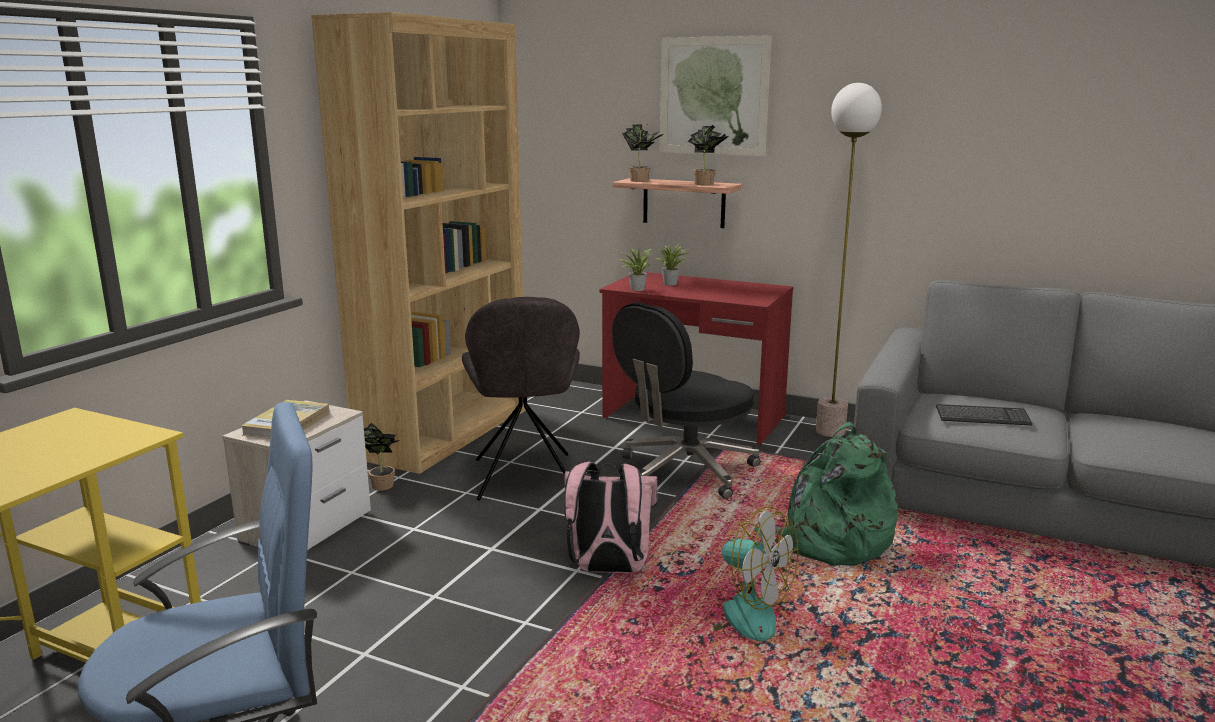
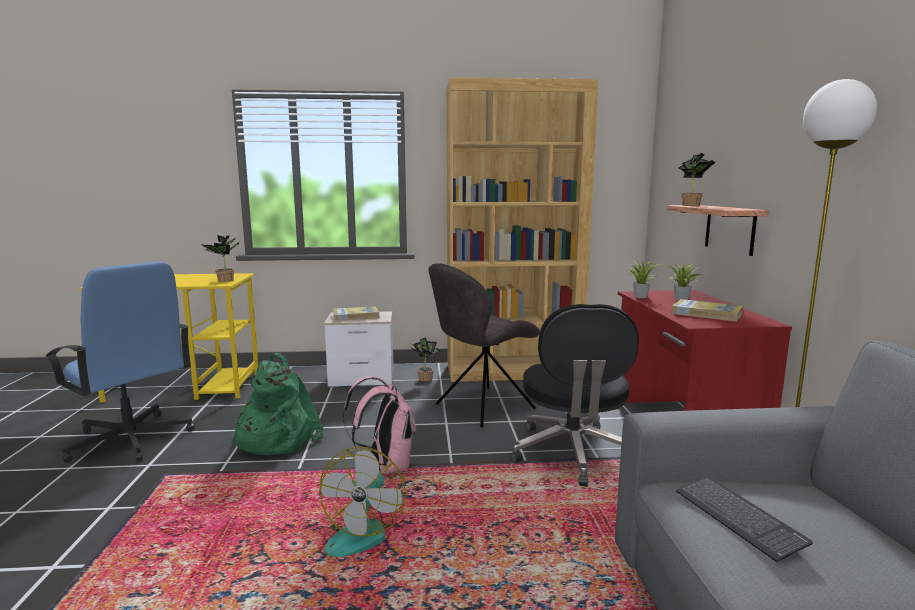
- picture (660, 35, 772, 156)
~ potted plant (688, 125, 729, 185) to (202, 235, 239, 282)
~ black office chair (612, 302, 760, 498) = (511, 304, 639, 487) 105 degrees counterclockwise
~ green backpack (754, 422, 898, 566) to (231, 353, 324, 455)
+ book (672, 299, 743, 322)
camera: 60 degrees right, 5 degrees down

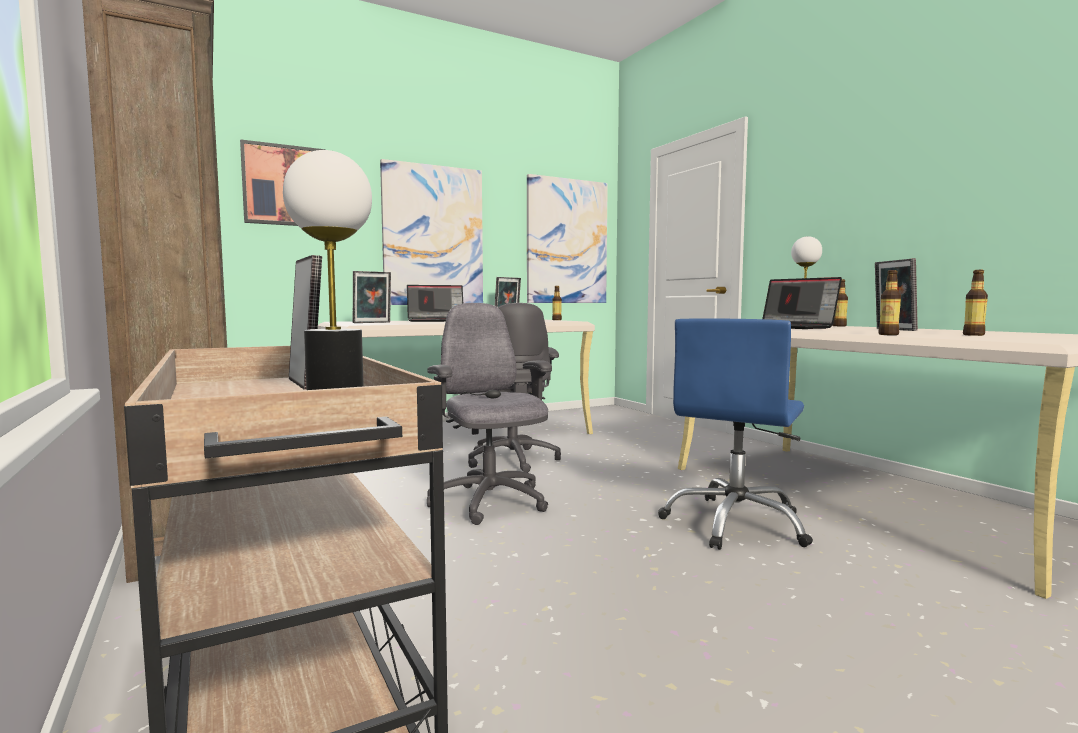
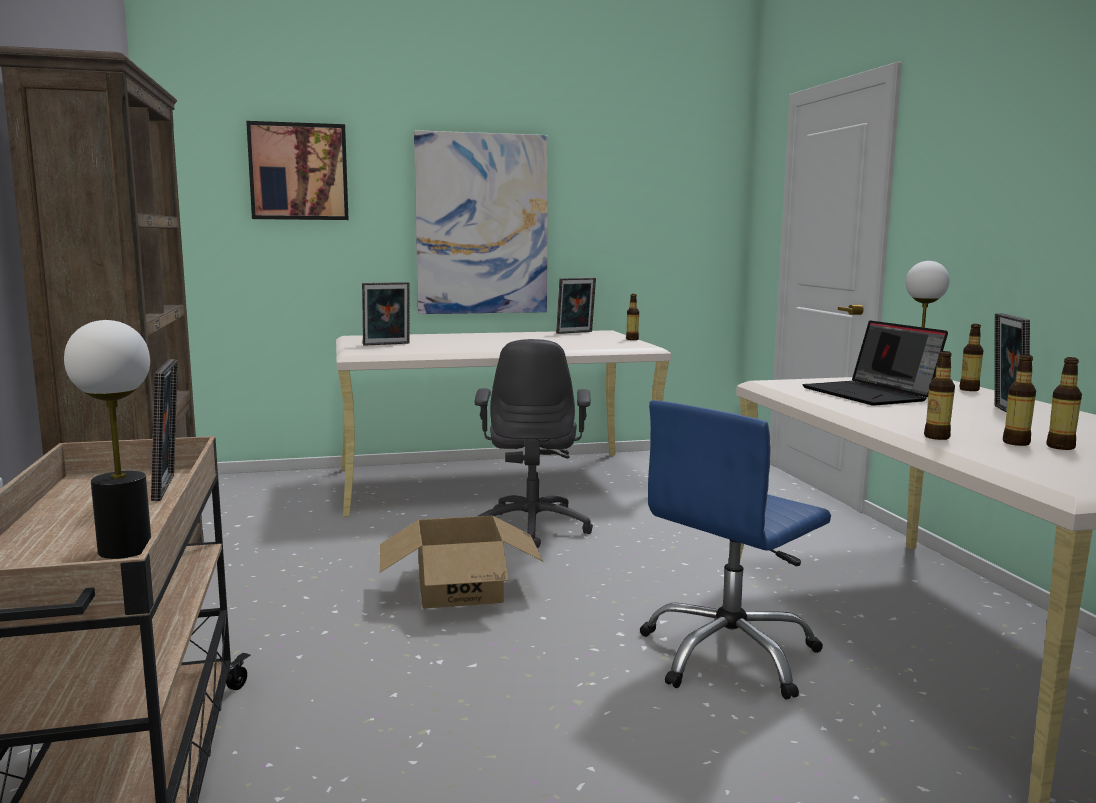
- picture (527, 174, 608, 303)
- laptop (407, 285, 463, 322)
~ grey office chair (427, 303, 552, 525) to cardboard box (380, 516, 543, 609)
+ bottle (1003, 355, 1036, 446)
camera: 15 degrees right, 5 degrees up

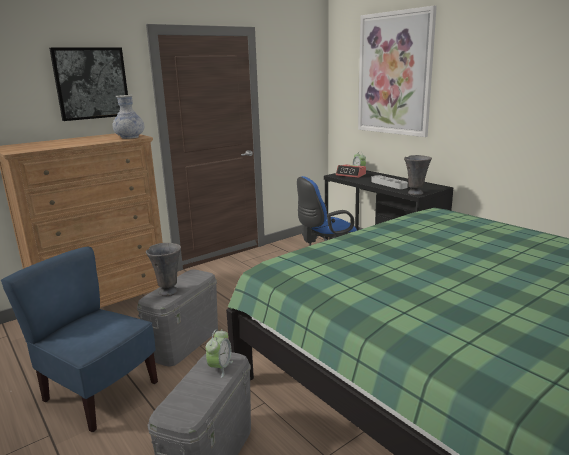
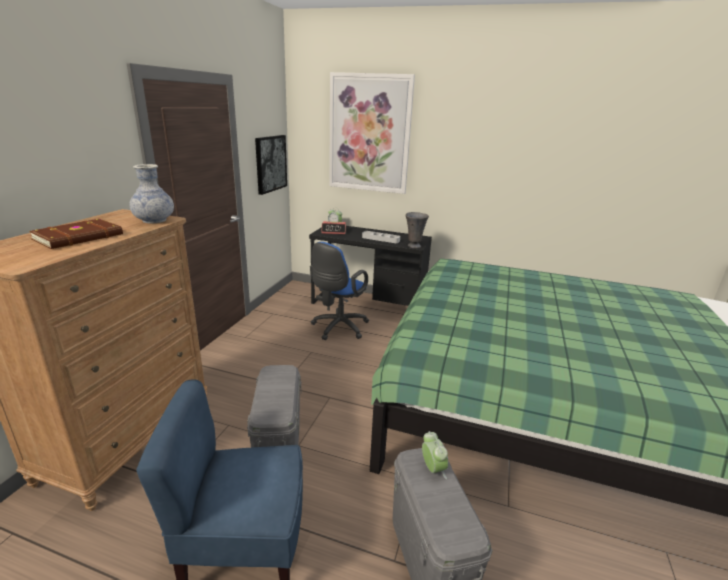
~ picture (49, 48, 128, 121) to (255, 135, 287, 195)
- grey vase (146, 243, 181, 296)
+ brown book (29, 219, 123, 249)
camera: 35 degrees left, 5 degrees up

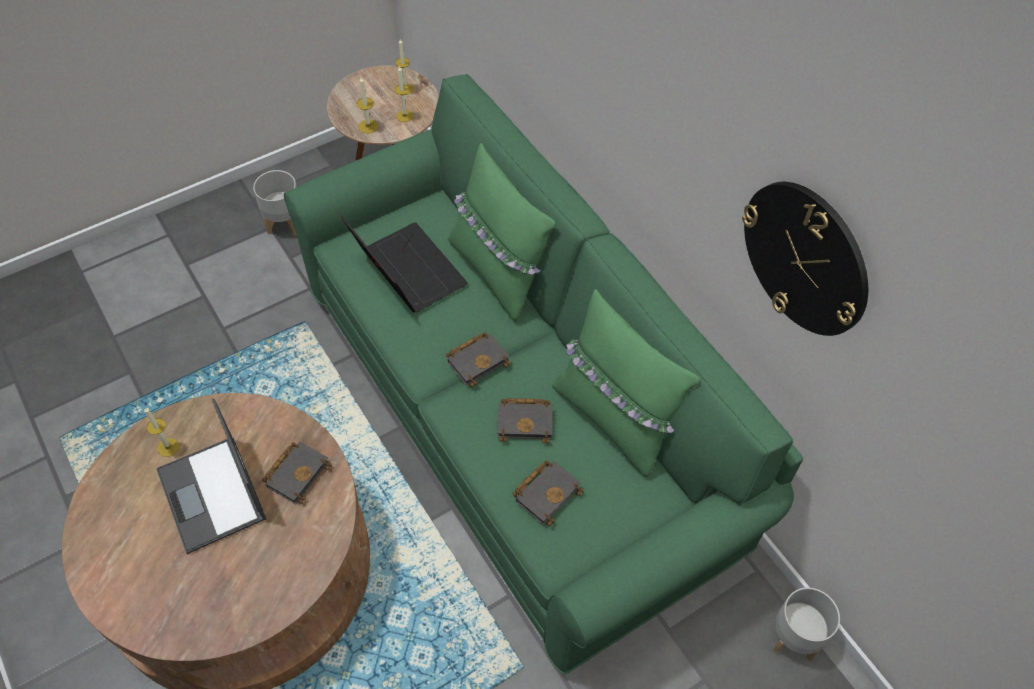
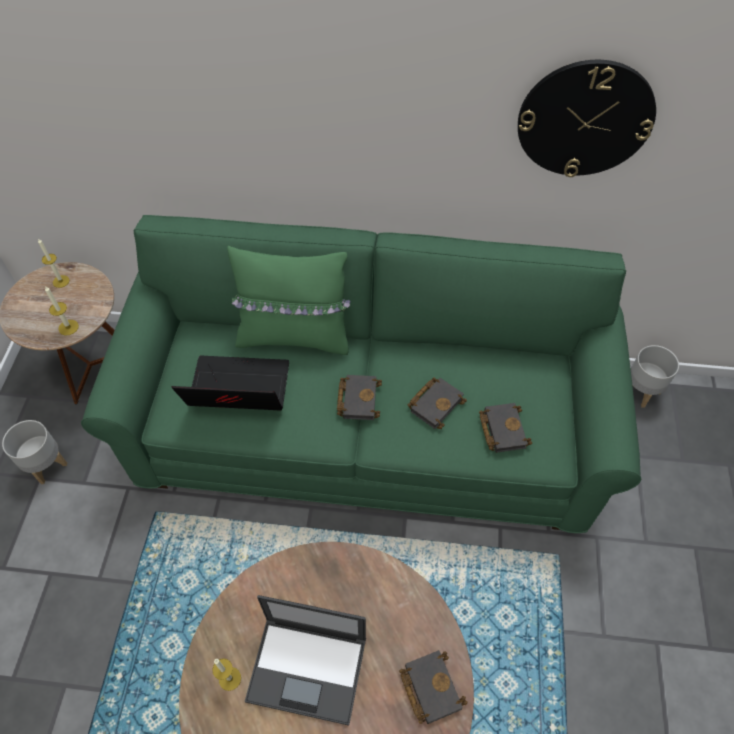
- candle (395, 66, 413, 122)
- green pillow (552, 289, 700, 478)
~ black book (262, 442, 332, 504) to (399, 650, 468, 724)
camera: 50 degrees left, 0 degrees up

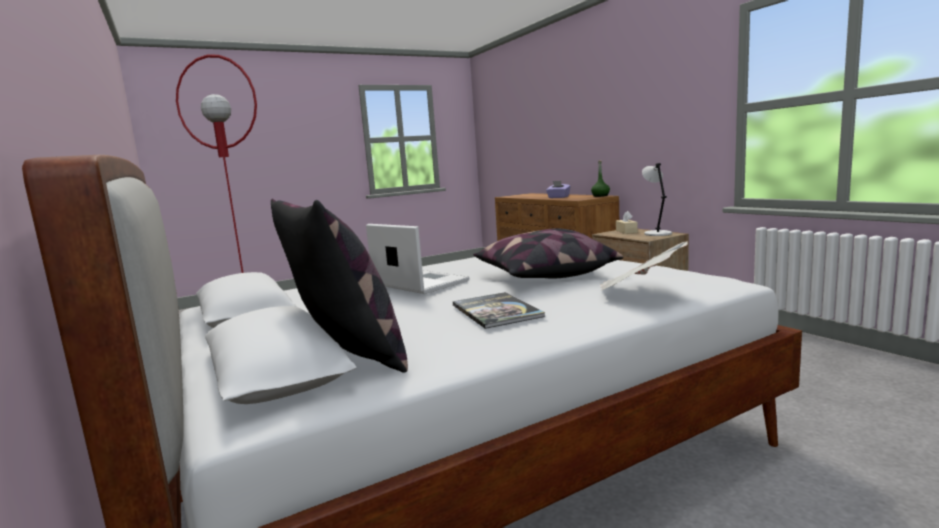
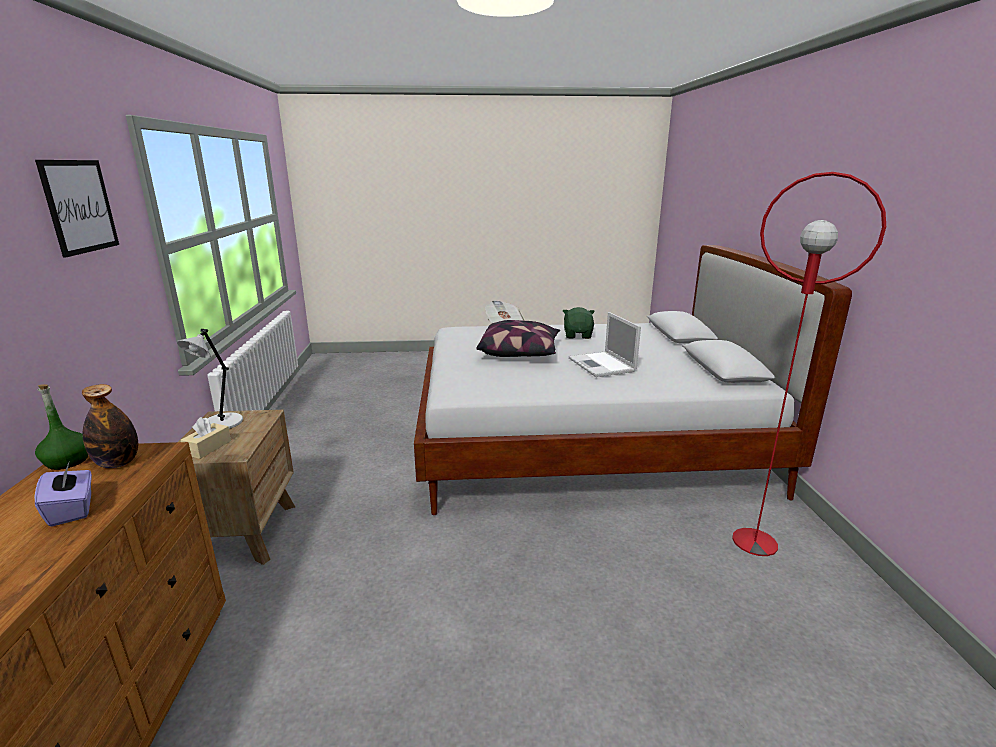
- pillow (271, 199, 408, 373)
~ book (453, 292, 545, 329) to green plush toy (563, 307, 595, 339)
+ picture (35, 160, 119, 258)
+ bottle (82, 384, 138, 468)
camera: 155 degrees left, 10 degrees up

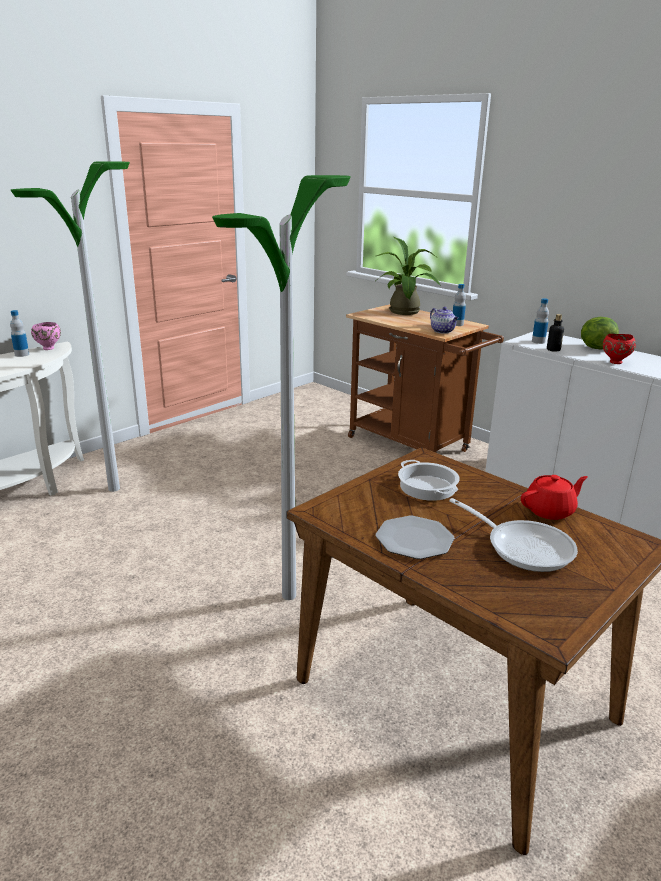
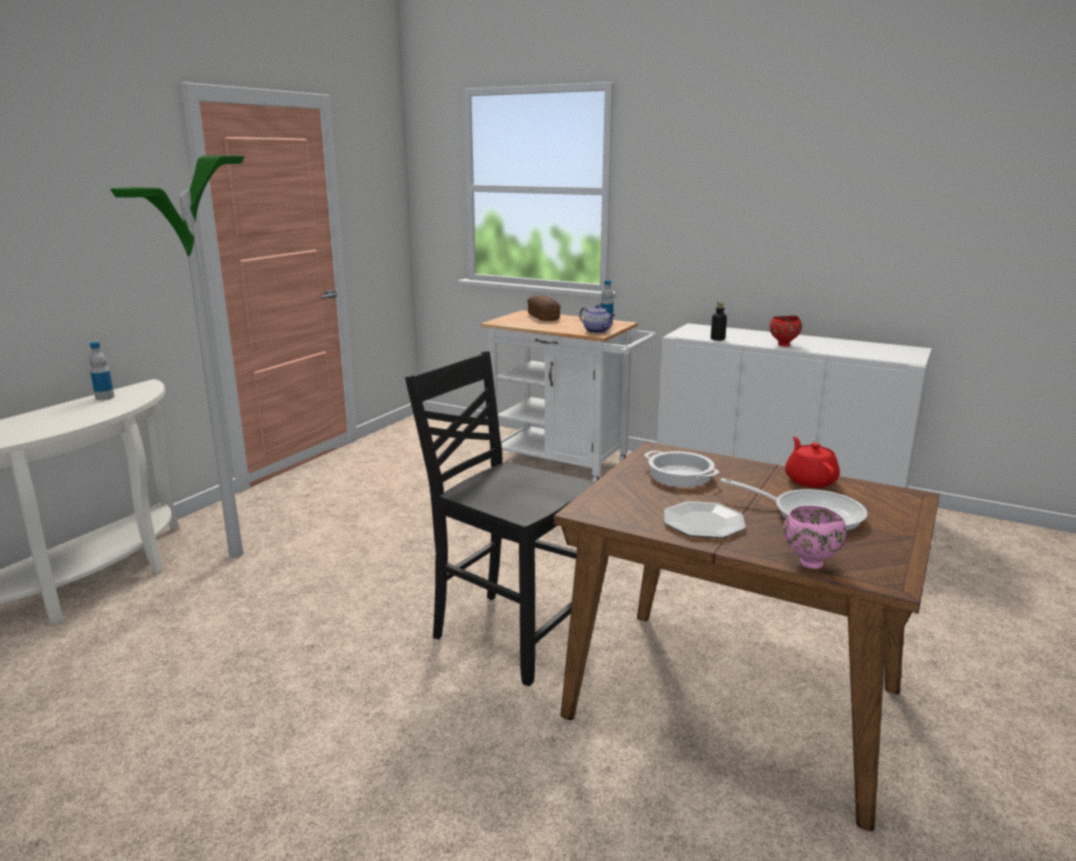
~ floor lamp (212, 175, 351, 600) to black chair (405, 351, 594, 686)
~ potted plant (377, 237, 441, 315) to bread (527, 296, 561, 321)
- bottle (532, 298, 549, 344)
~ brown cart (346, 304, 504, 453) to white cart (481, 310, 657, 483)
- lettuce (581, 317, 619, 349)
~ pink bowl (31, 322, 61, 350) to (783, 506, 847, 569)
~ red teapot (521, 475, 588, 520) = (785, 437, 840, 488) 60 degrees counterclockwise
camera: 15 degrees left, 5 degrees down

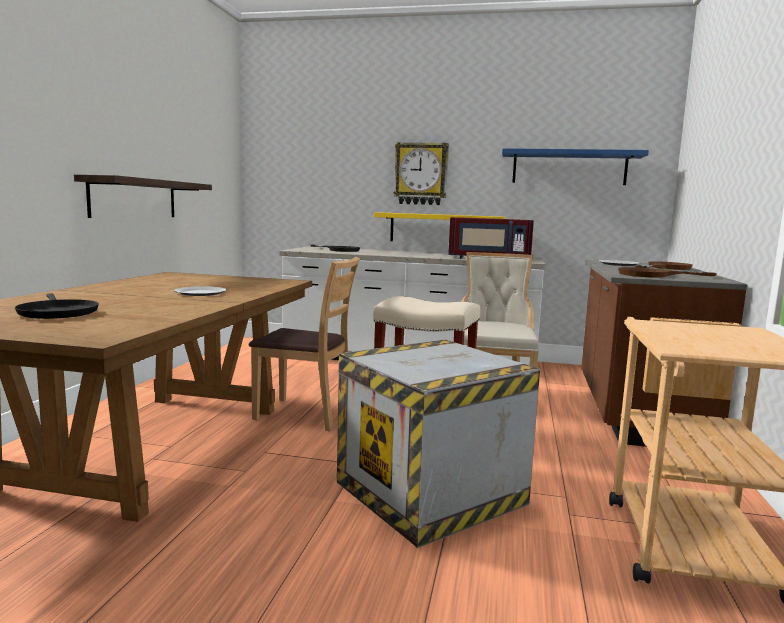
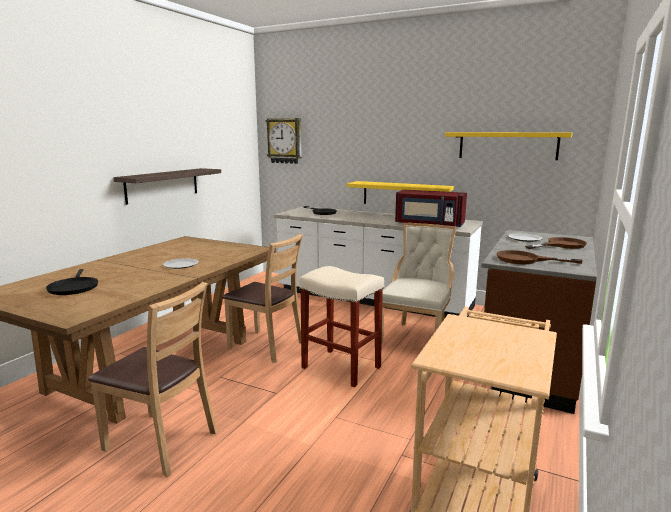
~ wall clock (394, 142, 449, 205) to (266, 118, 302, 164)
~ blue shelf (502, 148, 649, 185) to yellow shelf (445, 132, 572, 160)
- crate (337, 339, 540, 548)
+ brown chair (88, 282, 217, 477)
camera: 15 degrees right, 5 degrees up

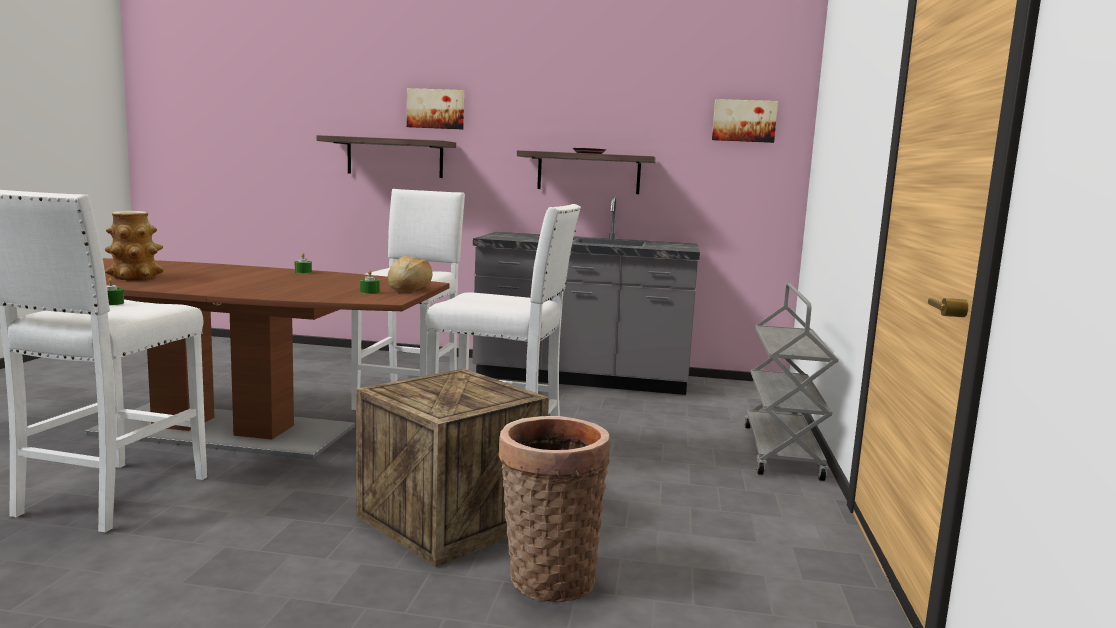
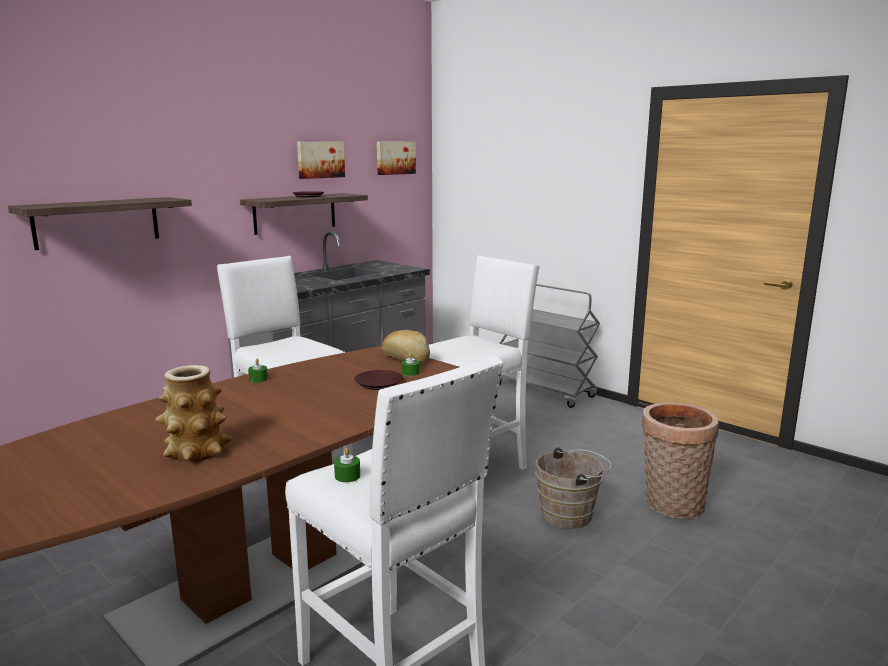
~ picture (407, 88, 464, 130) to (297, 142, 345, 179)
~ crate (356, 369, 549, 567) to brown bucket (535, 448, 612, 529)
+ brown plate (354, 370, 403, 390)
camera: 55 degrees left, 5 degrees up

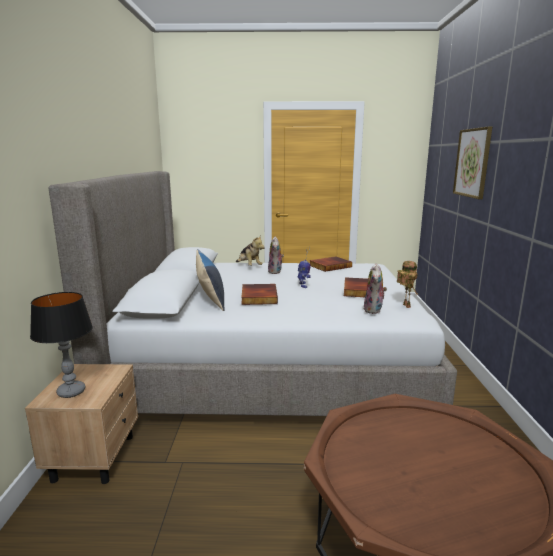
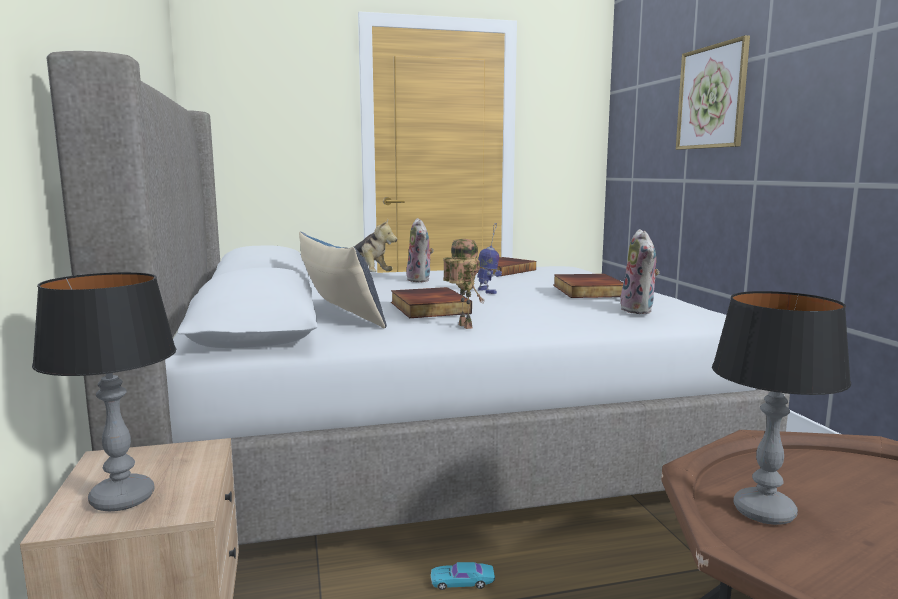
~ toy robot (397, 261, 417, 308) to (443, 239, 484, 329)
+ table lamp (712, 291, 851, 525)
+ turquoise toy car (431, 562, 495, 590)
camera: 15 degrees left, 5 degrees down

